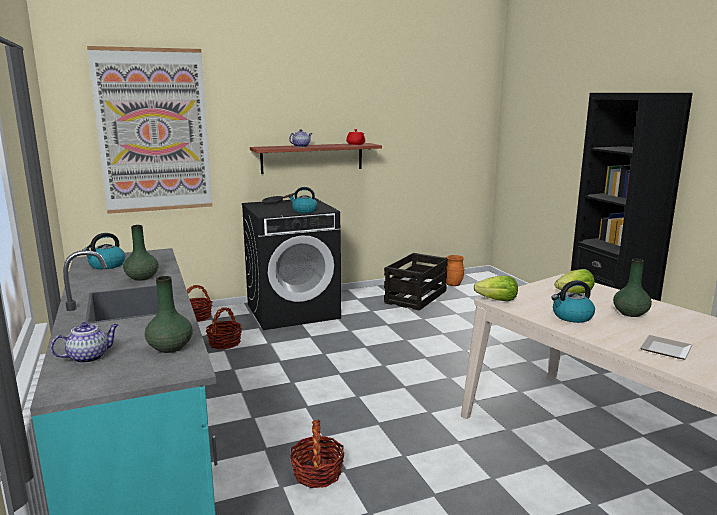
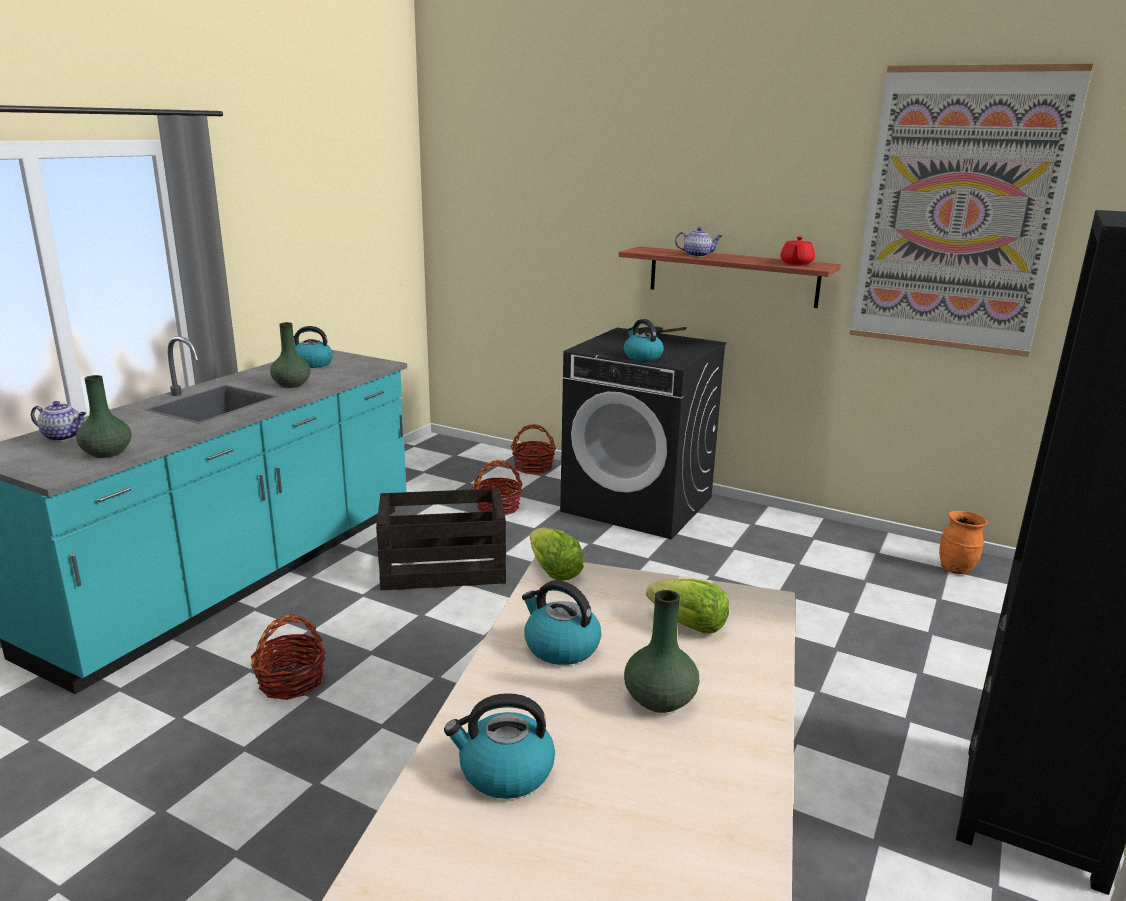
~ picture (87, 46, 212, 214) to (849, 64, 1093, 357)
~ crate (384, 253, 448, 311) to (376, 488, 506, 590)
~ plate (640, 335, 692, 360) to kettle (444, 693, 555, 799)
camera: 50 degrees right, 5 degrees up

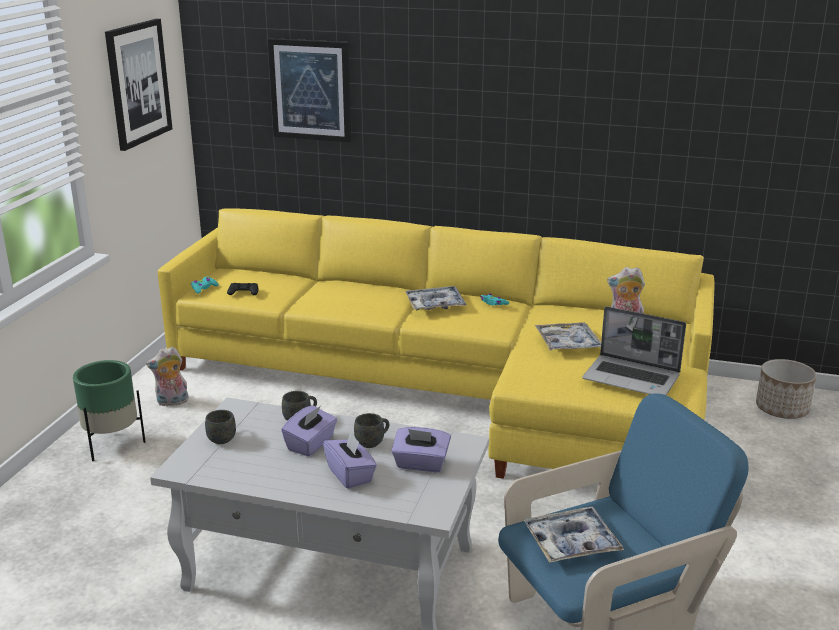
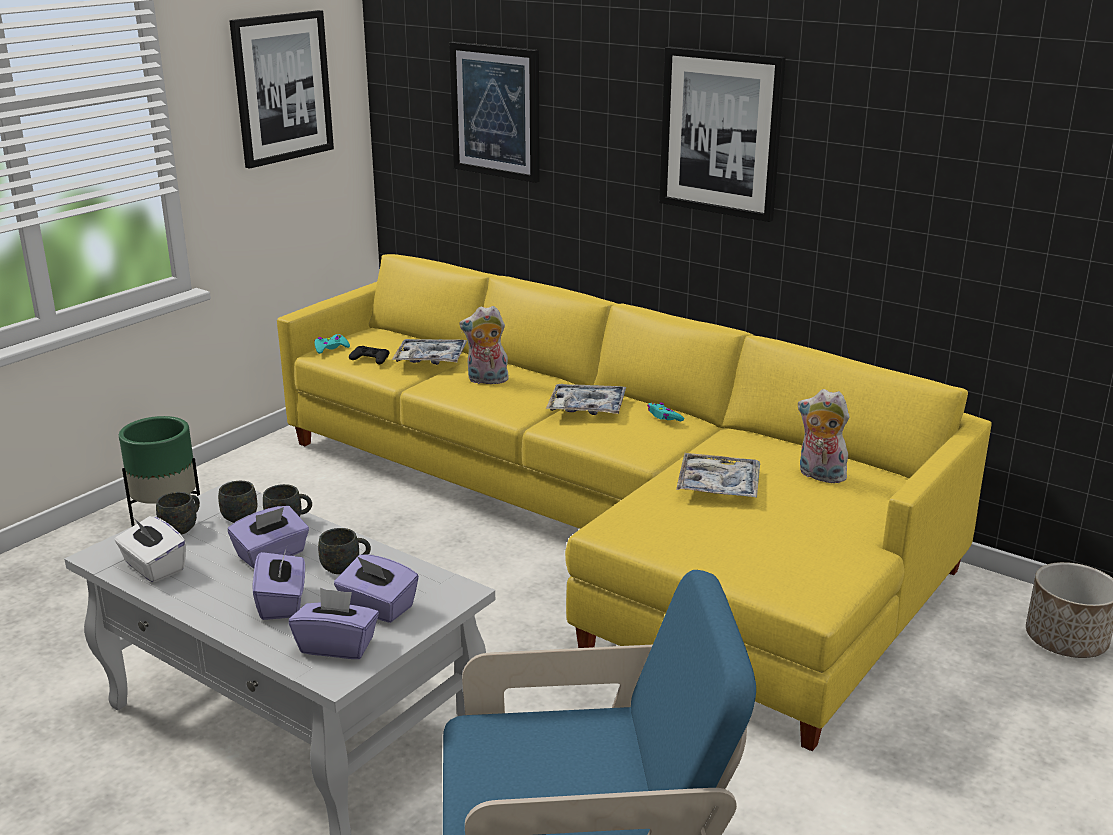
- laptop (582, 306, 686, 395)
~ plush toy (146, 347, 189, 407) to (459, 306, 509, 384)
~ tray (524, 507, 624, 563) to (392, 339, 467, 365)
+ picture (659, 47, 786, 222)
+ grey mug (218, 481, 258, 523)
+ white tissue box (115, 516, 186, 583)
+ purple tissue box (289, 588, 379, 659)
camera: 20 degrees right, 0 degrees up

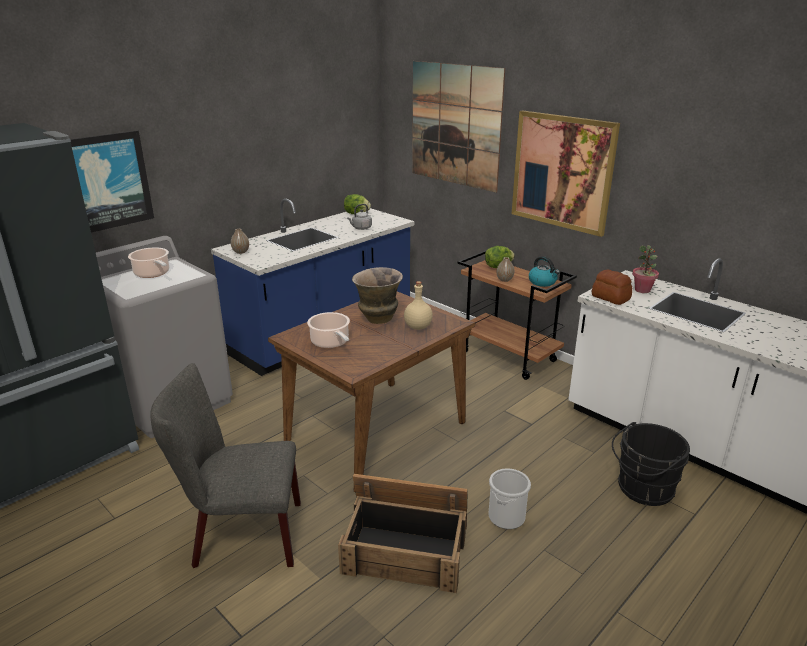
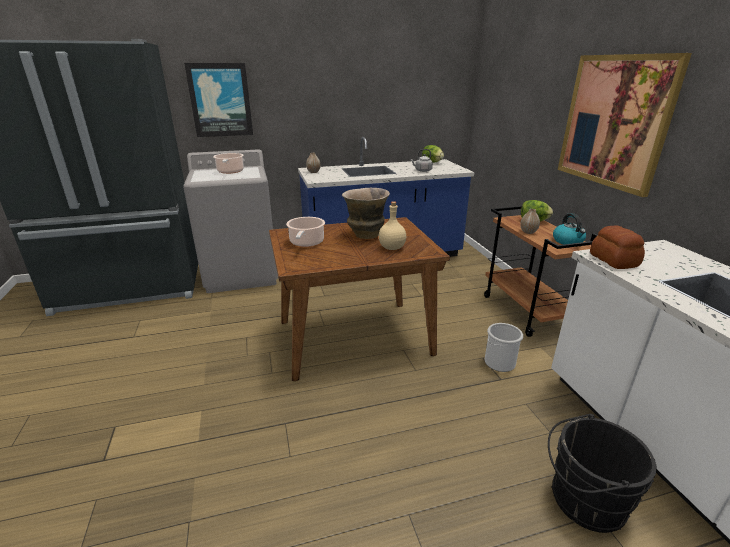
- picture (412, 61, 505, 193)
- potted plant (632, 245, 659, 293)
- grey chair (150, 363, 301, 568)
~ bucket (488, 469, 531, 529) to (485, 323, 523, 372)
- crate (338, 474, 468, 593)
camera: 30 degrees right, 0 degrees up

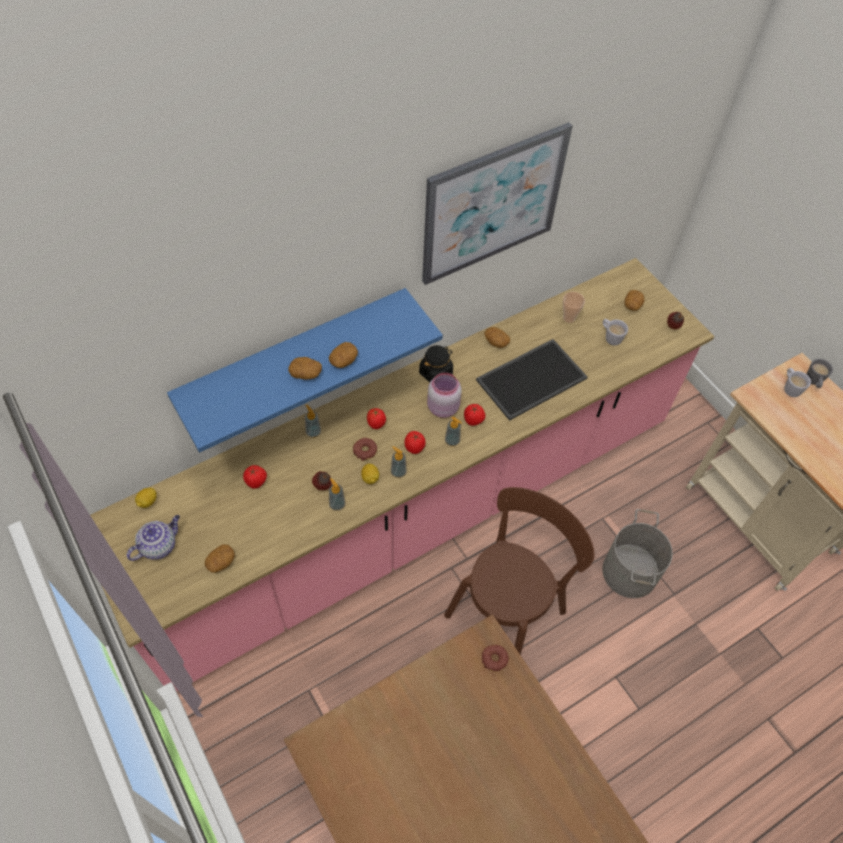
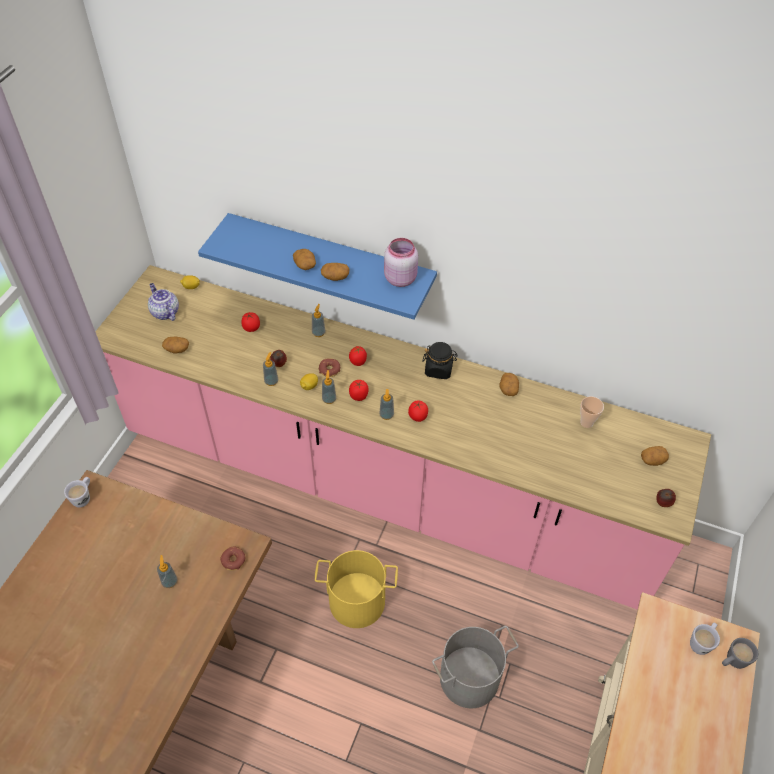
- picture (422, 122, 573, 285)
~ white mug (603, 319, 628, 346) to (64, 477, 90, 508)
- tray (476, 339, 588, 421)
~ pink jar (427, 373, 462, 418) to (384, 238, 418, 287)
~ brown chair (444, 487, 595, 655) to yellow bucket (315, 550, 398, 628)
~ teapot (127, 515, 180, 561) = (148, 283, 179, 321) 135 degrees counterclockwise
+ soap dispenser (157, 555, 178, 588)
camera: 55 degrees right, 5 degrees down

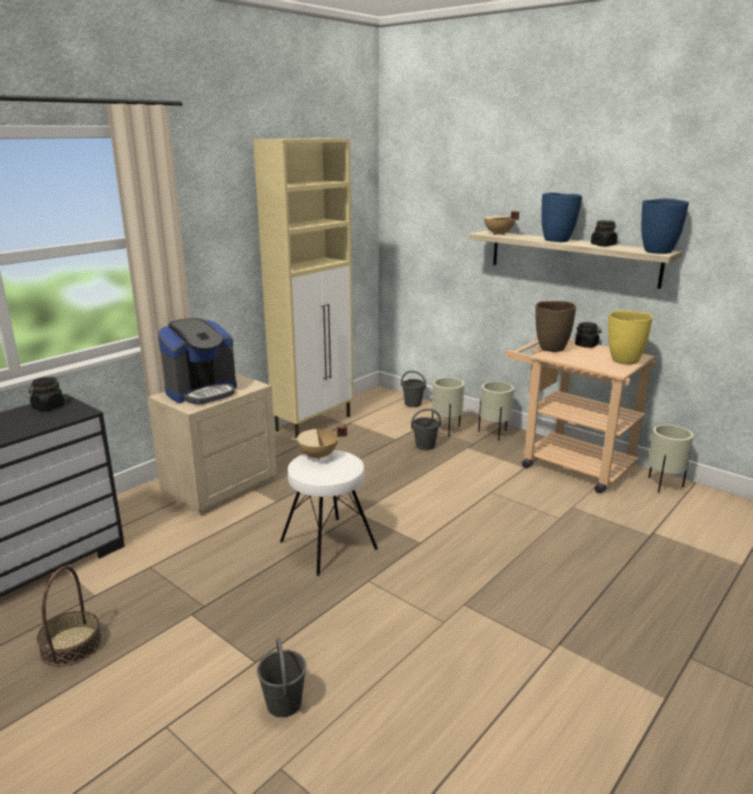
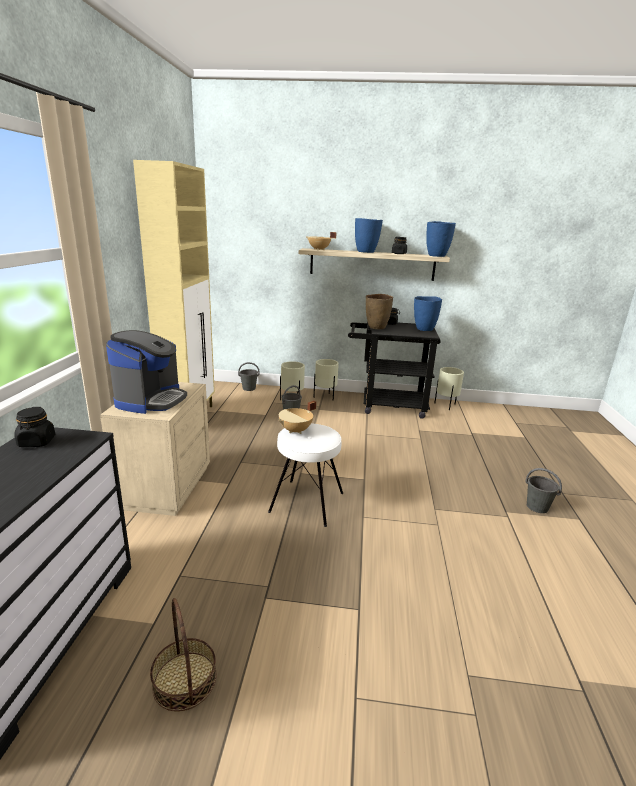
~ yellow vase (608, 310, 653, 365) to blue vase (414, 296, 442, 331)
~ beige cart (505, 337, 656, 493) to black cart (348, 322, 441, 419)
~ grey bucket (257, 637, 307, 717) to (526, 468, 562, 513)
camera: 35 degrees left, 0 degrees up

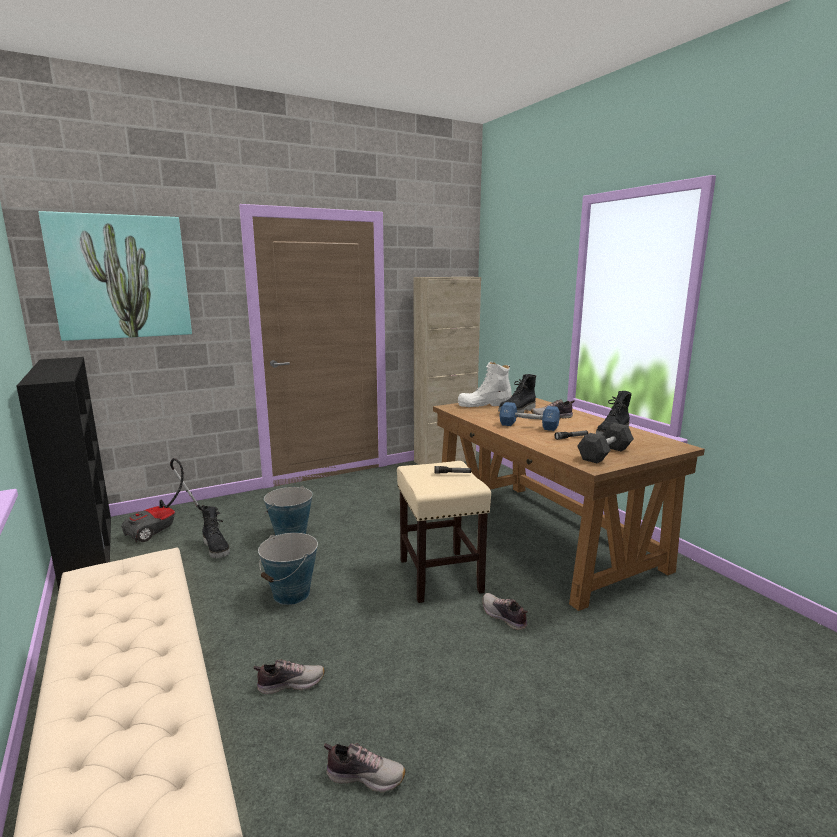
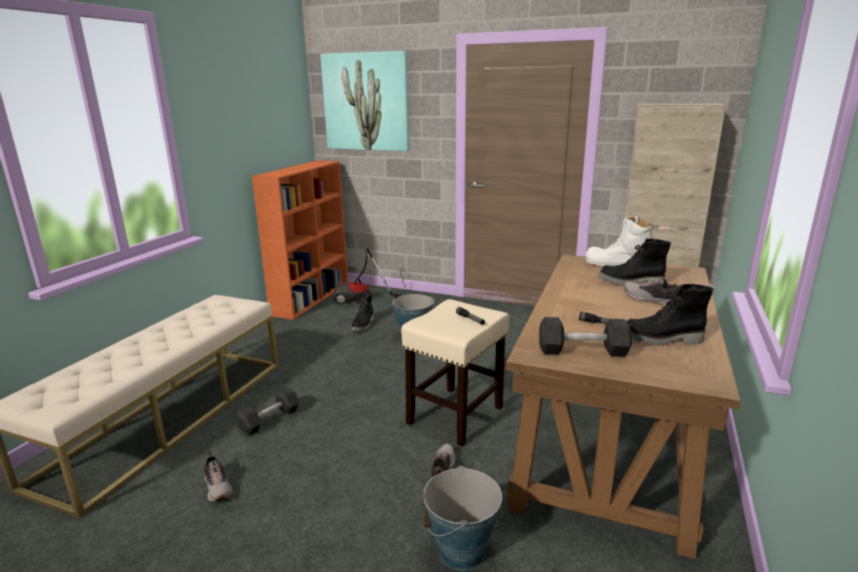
~ black bookcase (17, 357, 111, 590) to orange bookcase (252, 161, 348, 320)
- blue dumbbell (499, 402, 560, 431)
~ bucket (258, 533, 318, 605) to (423, 466, 502, 570)
~ shoe (254, 659, 324, 694) to black dumbbell (236, 387, 299, 436)
camera: 50 degrees right, 5 degrees up

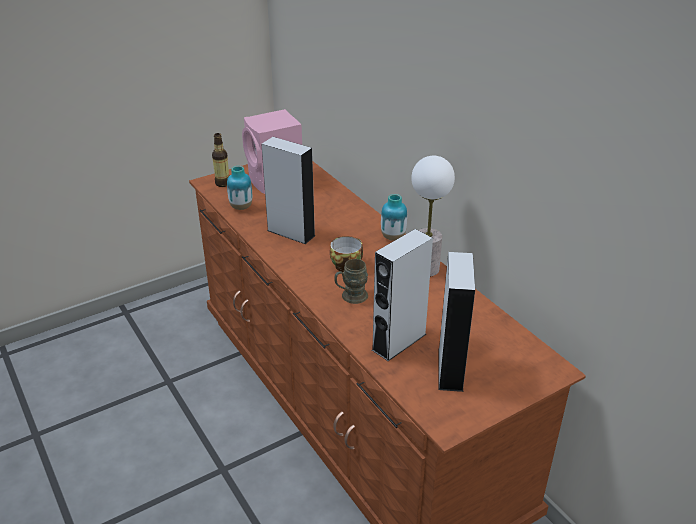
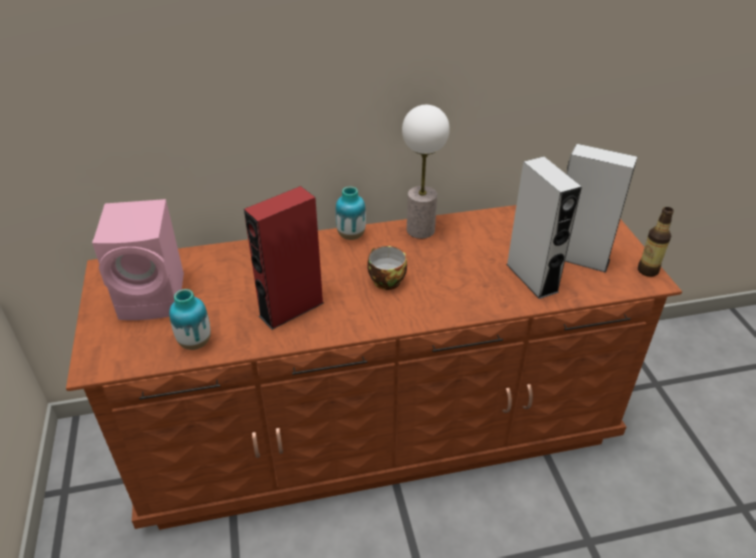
~ bottle (212, 133, 229, 187) to (638, 207, 674, 277)
~ grey speaker (261, 137, 316, 244) to red speaker (244, 186, 324, 330)
- brown mug (334, 259, 368, 304)
camera: 70 degrees left, 5 degrees up

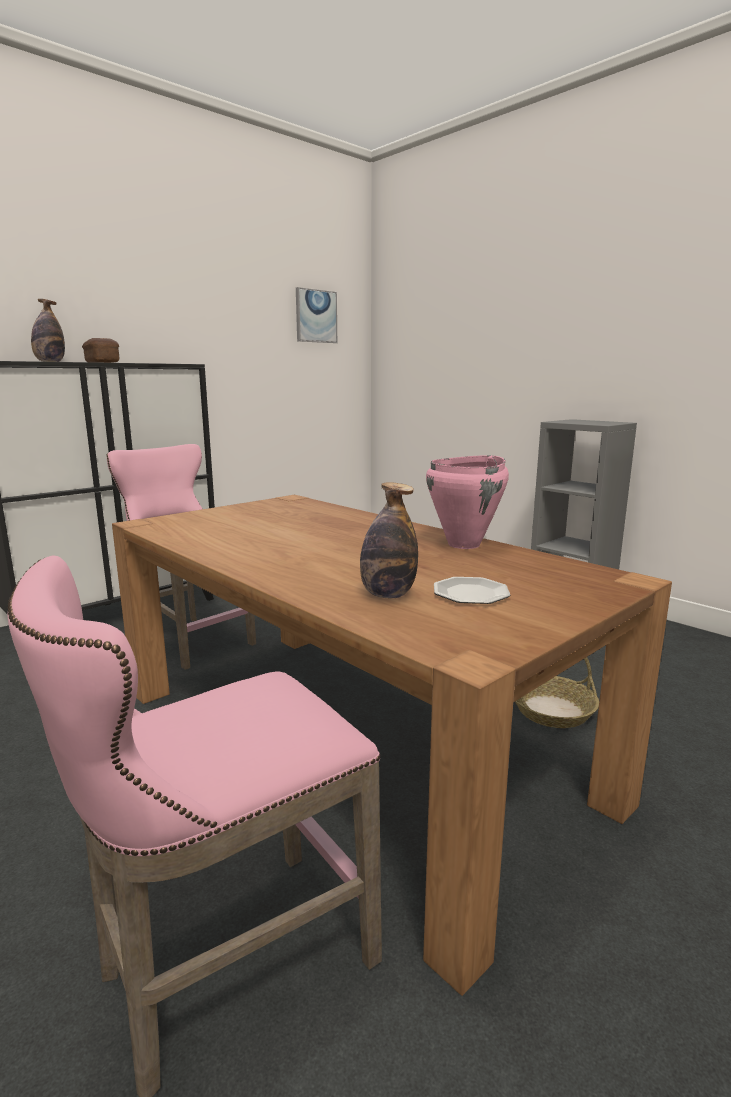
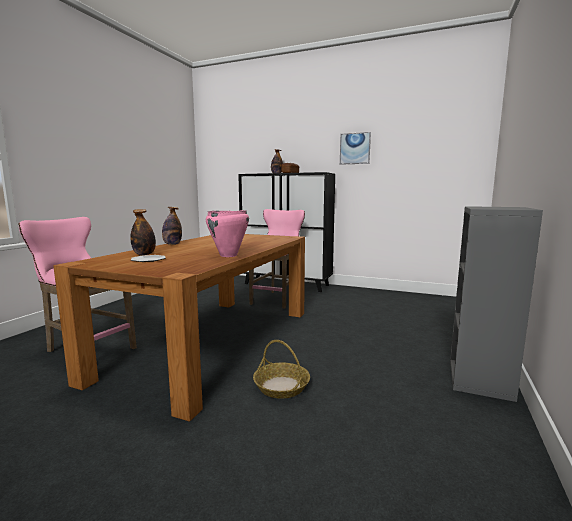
~ picture (296, 287, 337, 343) to (340, 132, 371, 165)
+ bottle (162, 207, 182, 245)
camera: 65 degrees right, 5 degrees down

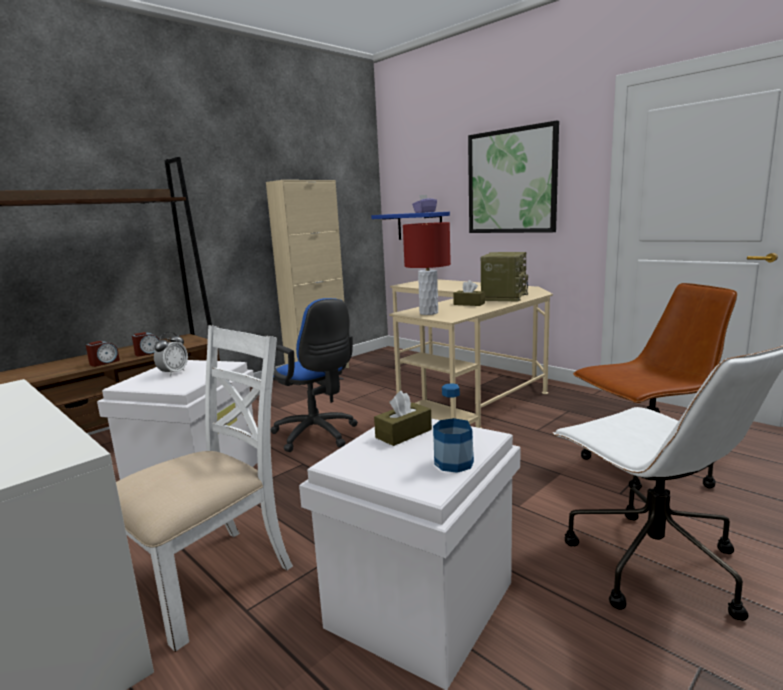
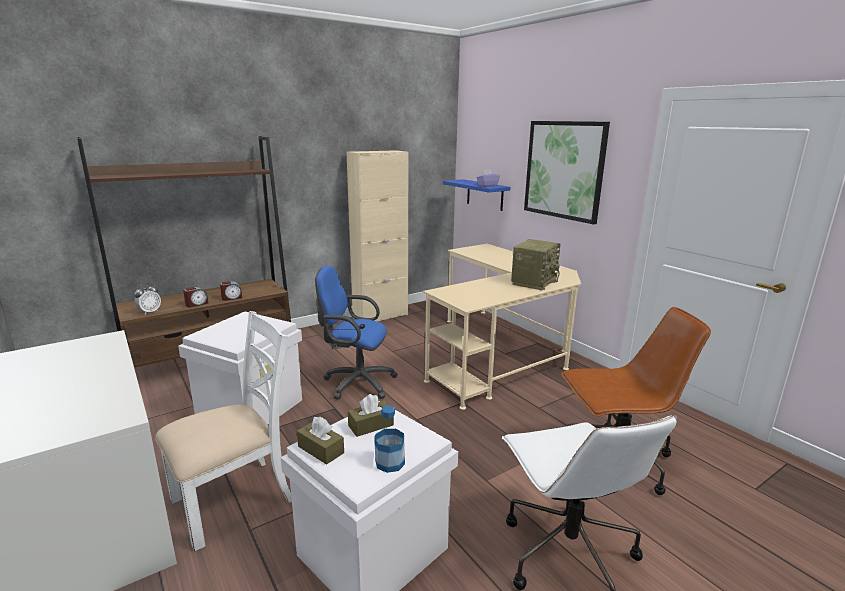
- red table lamp (403, 222, 451, 315)
~ brown tissue box (453, 280, 485, 306) to (297, 416, 344, 465)
~ blue office chair (271, 298, 358, 452) = (315, 266, 398, 400) 135 degrees clockwise
~ alarm clock (154, 332, 188, 376) to (134, 283, 161, 315)
camera: 10 degrees right, 5 degrees up

